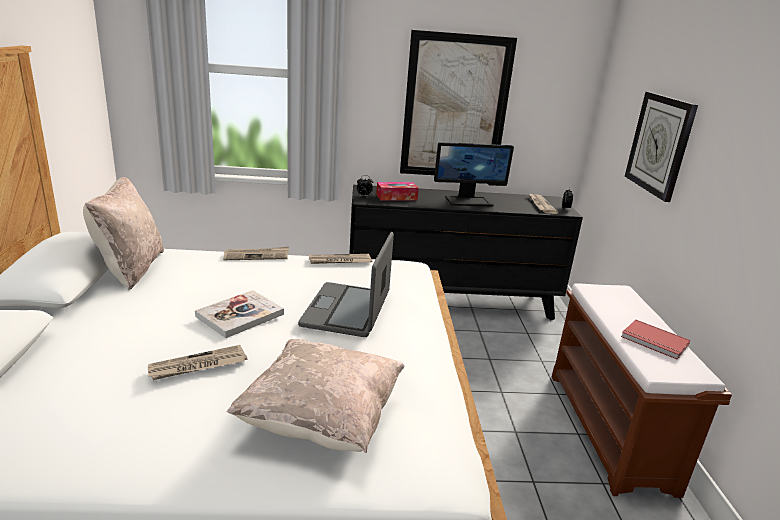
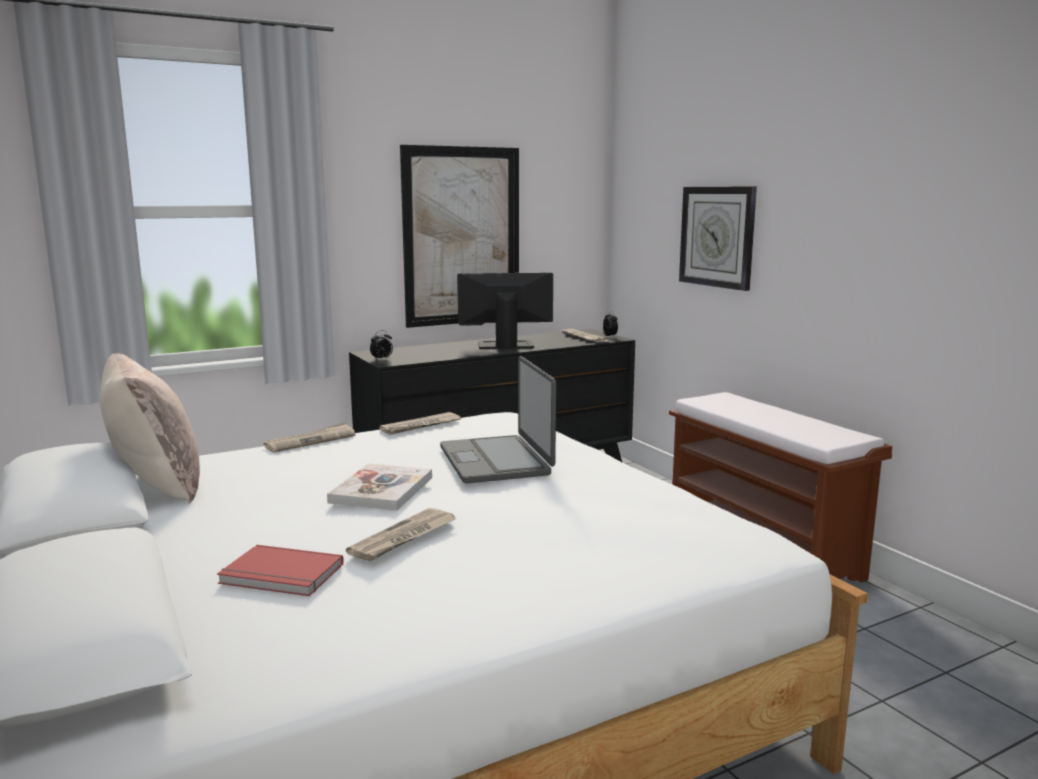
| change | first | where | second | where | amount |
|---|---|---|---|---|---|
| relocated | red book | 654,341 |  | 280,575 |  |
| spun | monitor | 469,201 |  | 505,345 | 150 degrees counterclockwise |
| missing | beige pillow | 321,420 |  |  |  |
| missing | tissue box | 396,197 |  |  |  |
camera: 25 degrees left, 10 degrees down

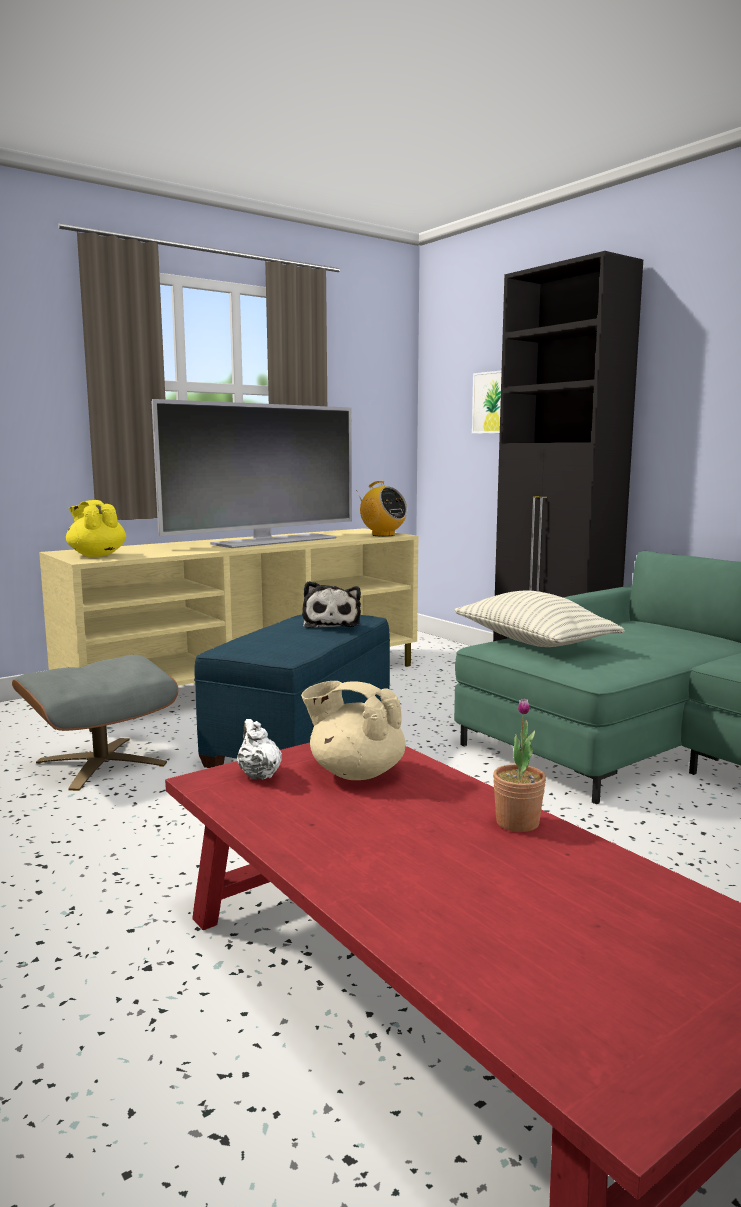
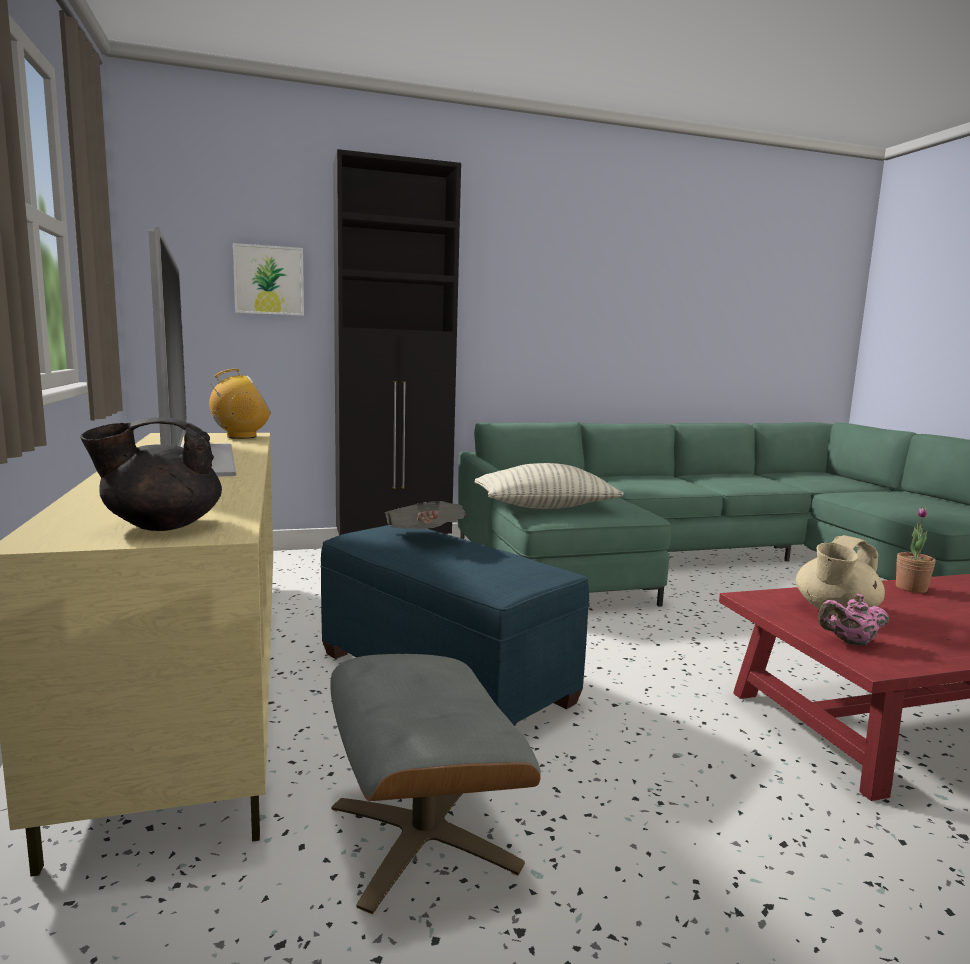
| change | first | where | second | where | amount |
|---|---|---|---|---|---|
| colour | yellow teapot | 96,555 | black teapot | 161,525 |  |
| exchanged | plush toy | 331,624 | newspaper | 425,539 |  |
| colour | white teapot | 259,774 | pink teapot | 850,642 |  |
camera: 70 degrees left, 0 degrees up

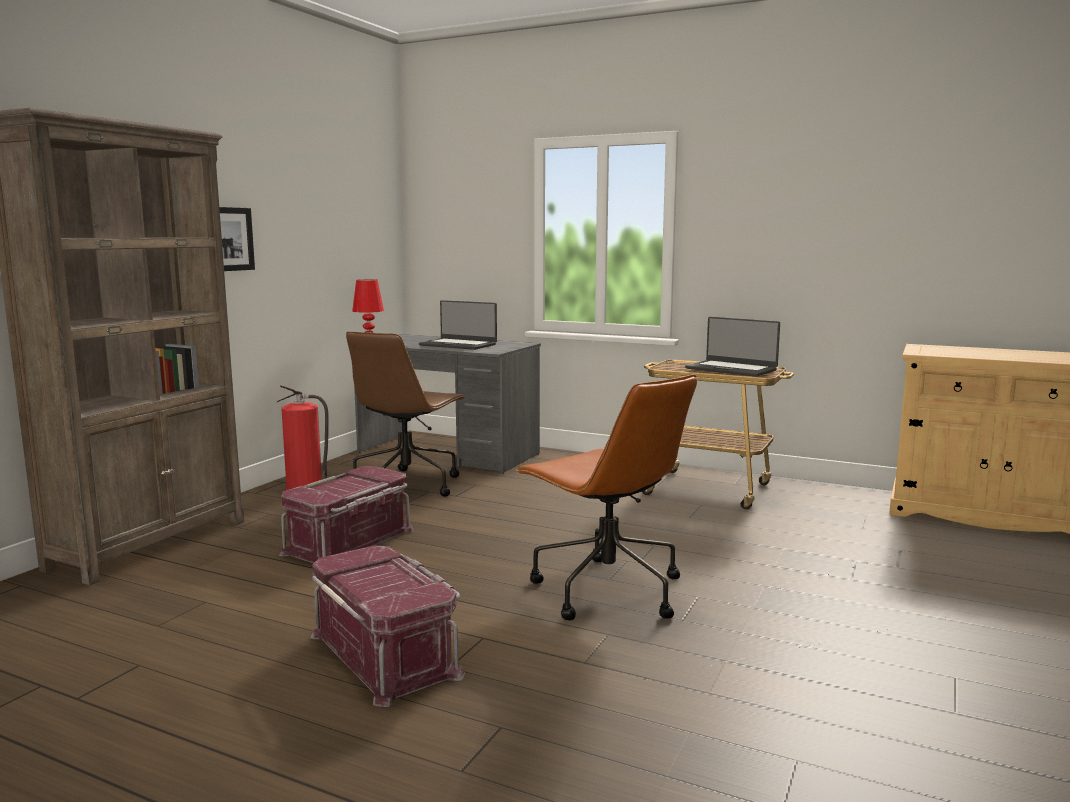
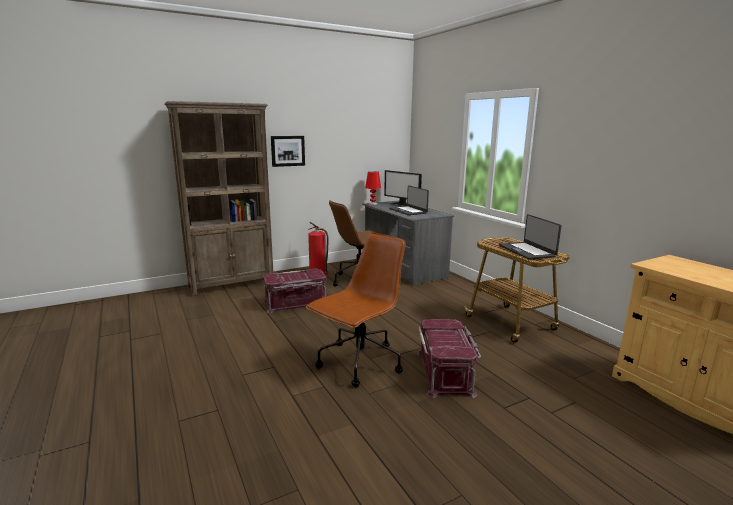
| change | first | where | second | where | amount |
|---|---|---|---|---|---|
| spun | brown office chair | 605,590 |  | 359,363 | 135 degrees counterclockwise |
| appeared |  |  | monitor | 402,204 |  |
| relocated | red storage box | 386,654 |  | 445,372 |  |
camera: 35 degrees right, 5 degrees up

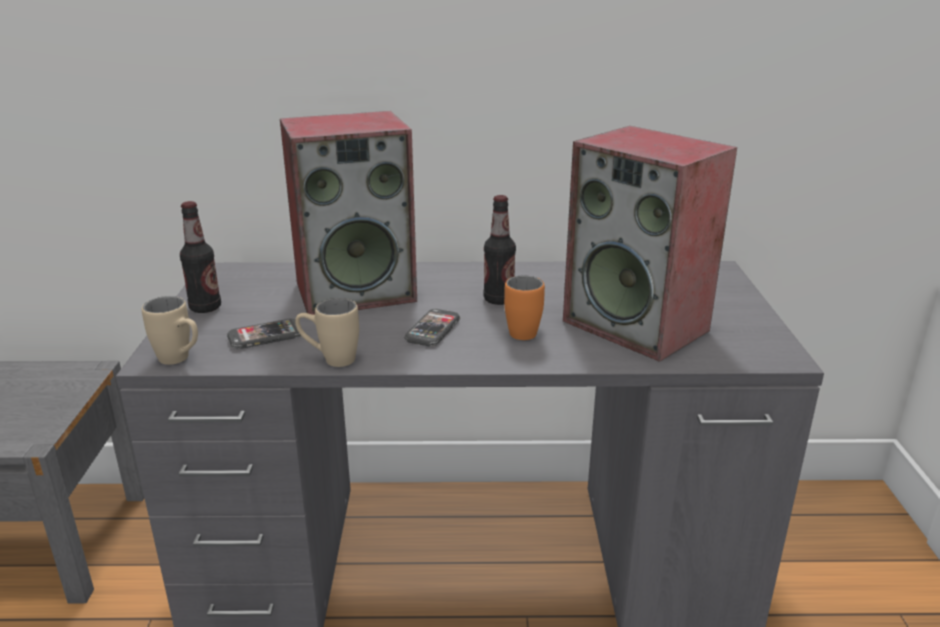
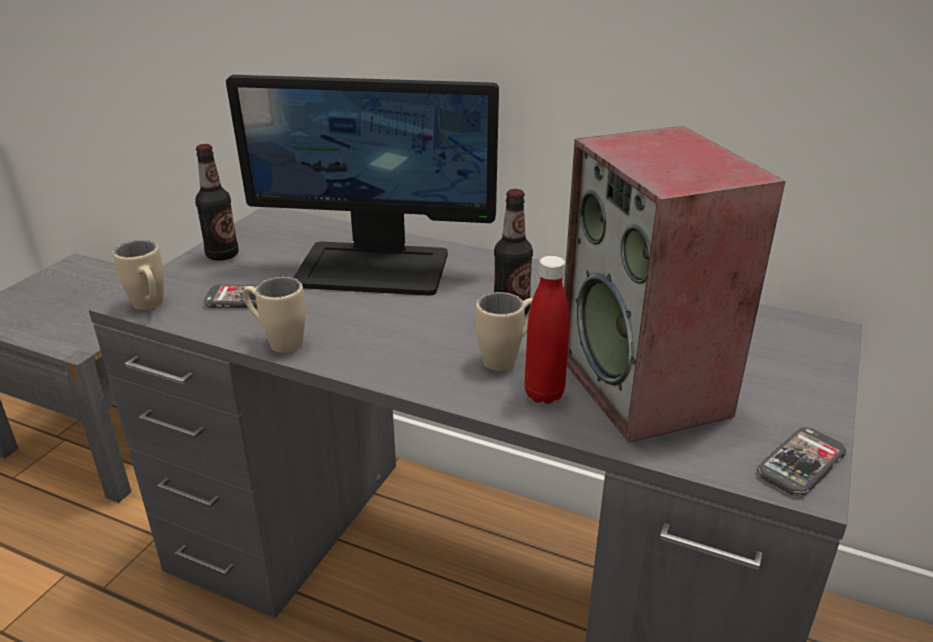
| change | first | where | second | where | amount |
|---|---|---|---|---|---|
| exchanged | speaker | 357,291 | monitor | 374,267 |  |
| colour | orange mug | 526,330 | beige mug | 507,357 |  |
| appeared |  |  | red bottle | 544,394 |  |
| relocated | phone | 433,330 |  | 801,464 |  |
camera: 25 degrees right, 5 degrees up

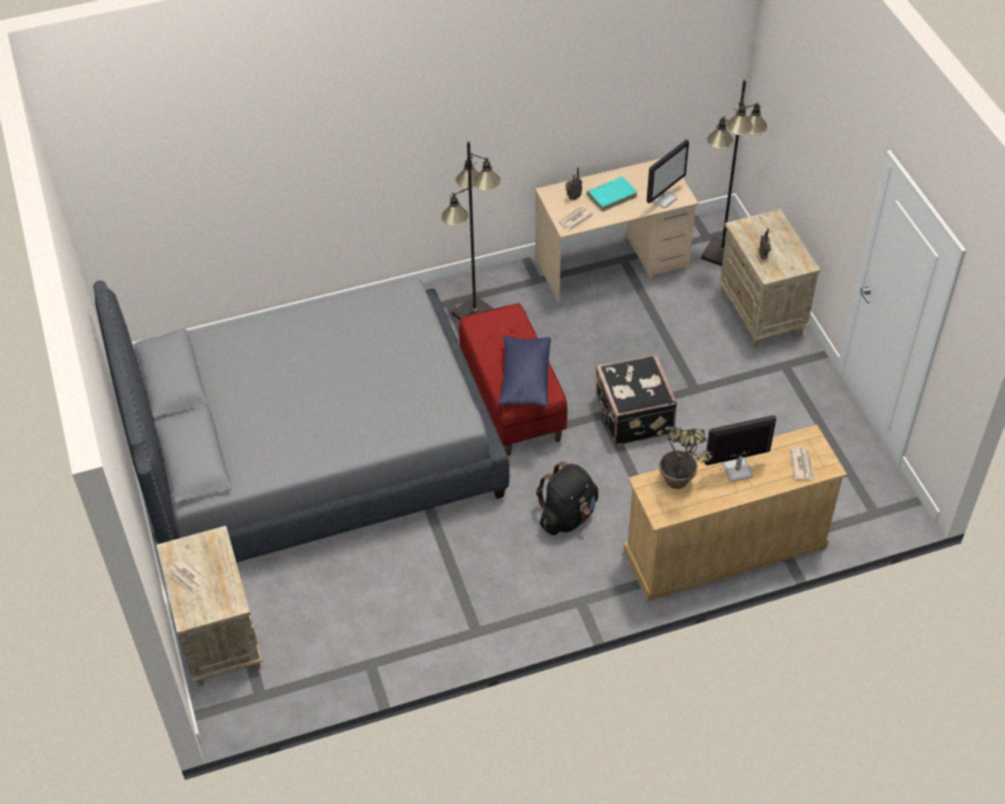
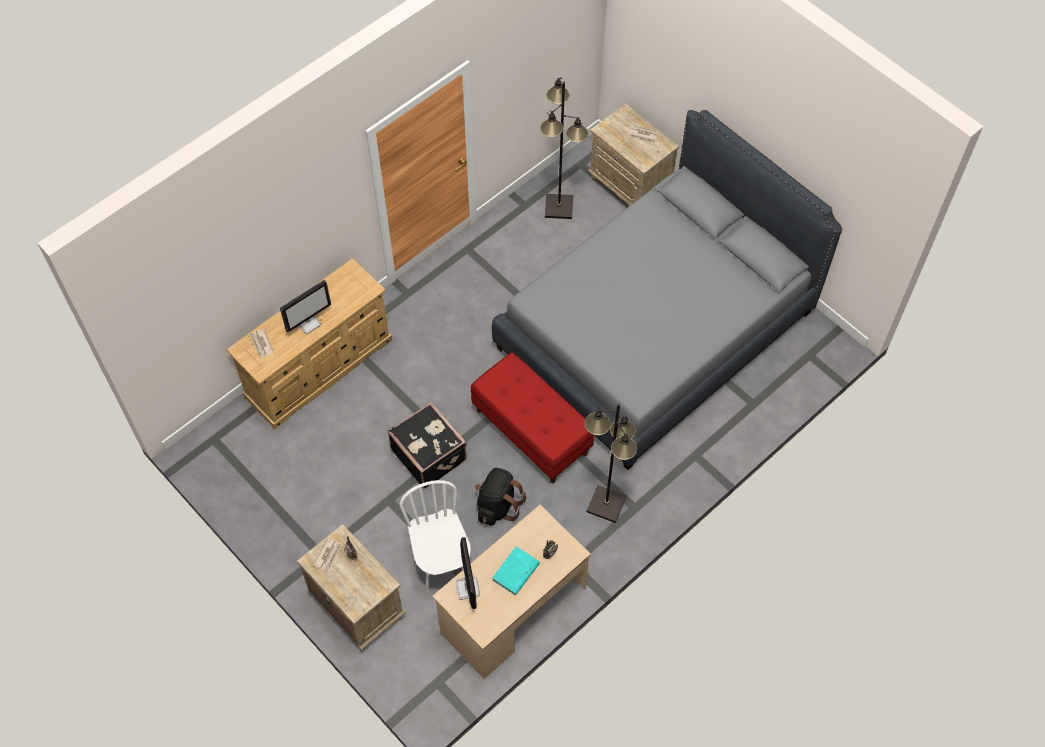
| change | first | where | second | where | amount |
|---|---|---|---|---|---|
| relocated | newspaper | 574,219 |  | 328,555 |  |
| appeared |  |  | white chair | 441,564 |  |
| spun | monitor | 663,198 |  | 467,588 | 150 degrees clockwise |
| relocated | black backpack | 567,516 |  | 497,505 |  |
| relocated | black floor lamp | 721,253 |  | 559,206 |  |
| missing | blue pillow | 525,379 |  |  |  |
| missing | potted plant | 680,486 |  |  |  |
camera: 155 degrees right, 10 degrees up

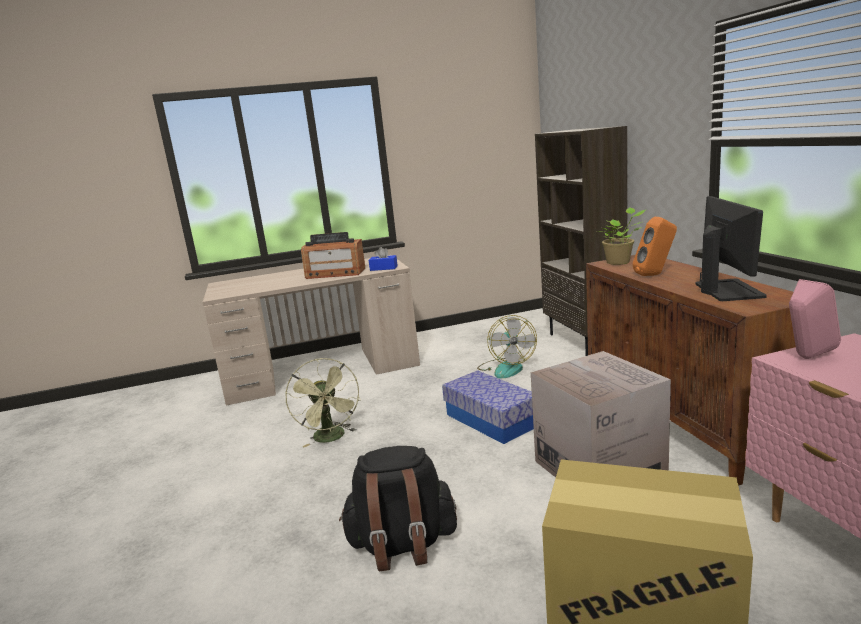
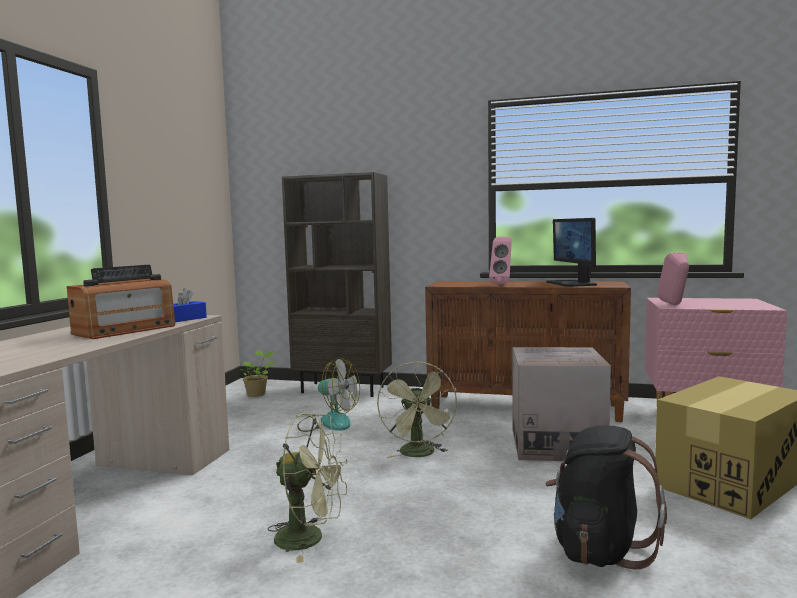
| change | first | where | second | where | amount |
|---|---|---|---|---|---|
| relocated | potted plant | 620,262 |  | 257,394 |  |
| exchanged | storage box | 491,420 | green fan | 419,454 |  |
| colour | orange speaker | 655,275 | pink speaker | 502,284 |  |
| spun | monitor | 726,290 |  | 572,283 | 135 degrees counterclockwise |
camera: 60 degrees left, 10 degrees down

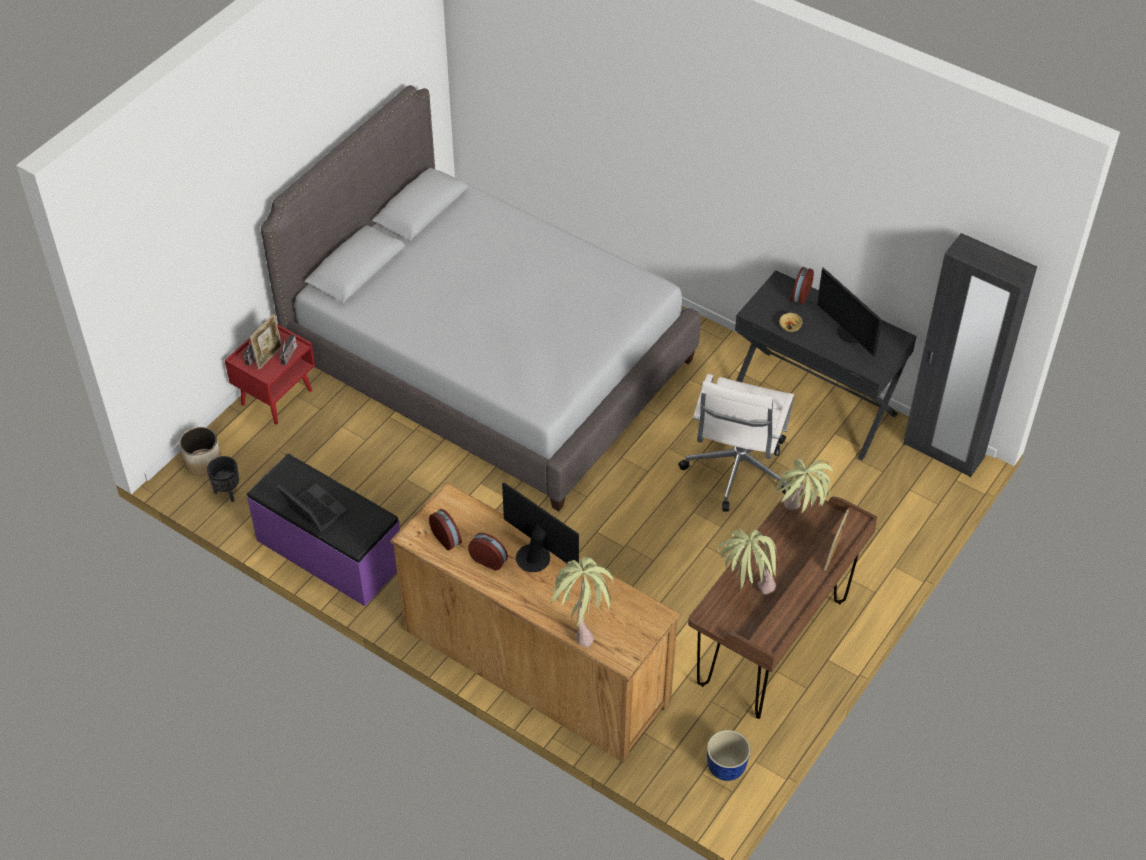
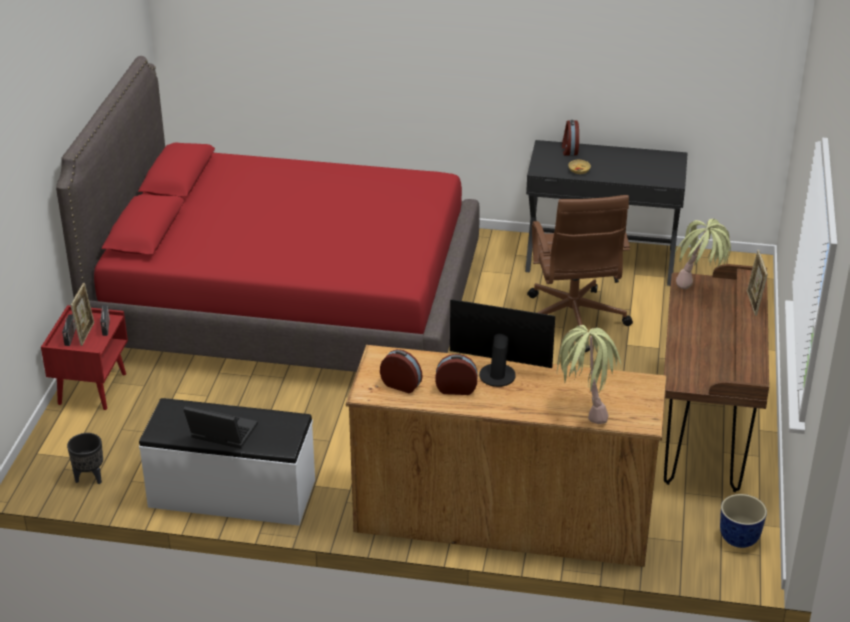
| change | first | where | second | where | amount |
|---|---|---|---|---|---|
| colour | grey bed | 490,360 | red bed | 288,305 |  |
| colour | purple bench | 329,553 | white bench | 232,494 |  |
| colour | white office chair | 737,470 | brown office chair | 572,321 |  |
| missing | planter | 203,462 |  |  |  |
| missing | potted plant | 746,591 |  |  |  |
| missing | monitor | 849,333 |  |  |  |
| missing | black wardrobe | 943,451 |  |  |  |
camera: 25 degrees left, 15 degrees down

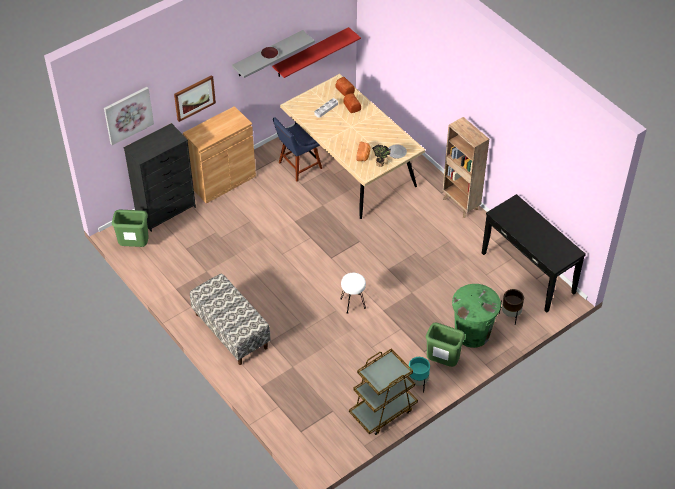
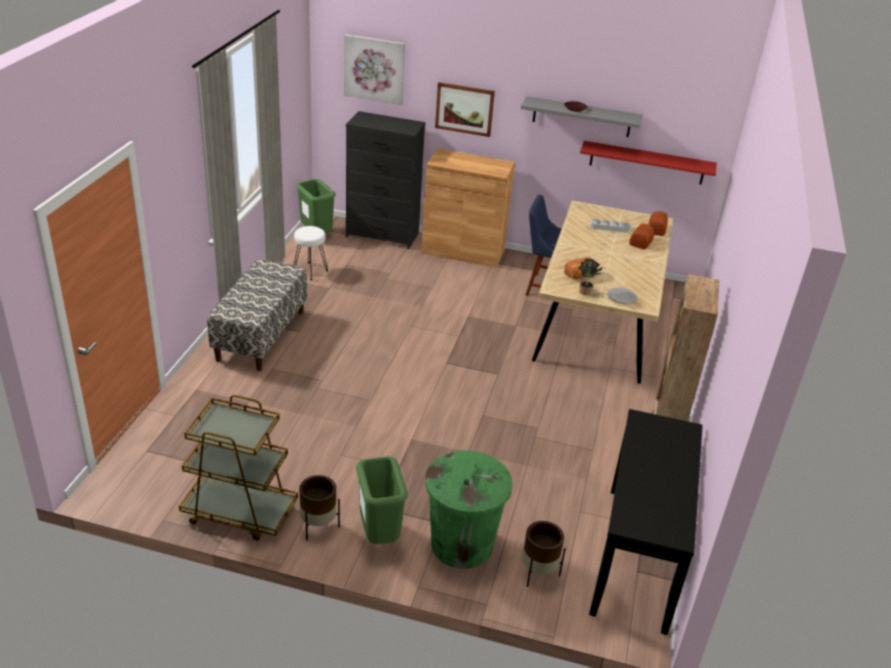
| change | first | where | second | where | amount |
|---|---|---|---|---|---|
| relocated | white stool | 353,303 |  | 310,271 |  |
| colour | turquoise planter | 417,383 | brown planter | 318,526 |  |
camera: 50 degrees right, 15 degrees down

